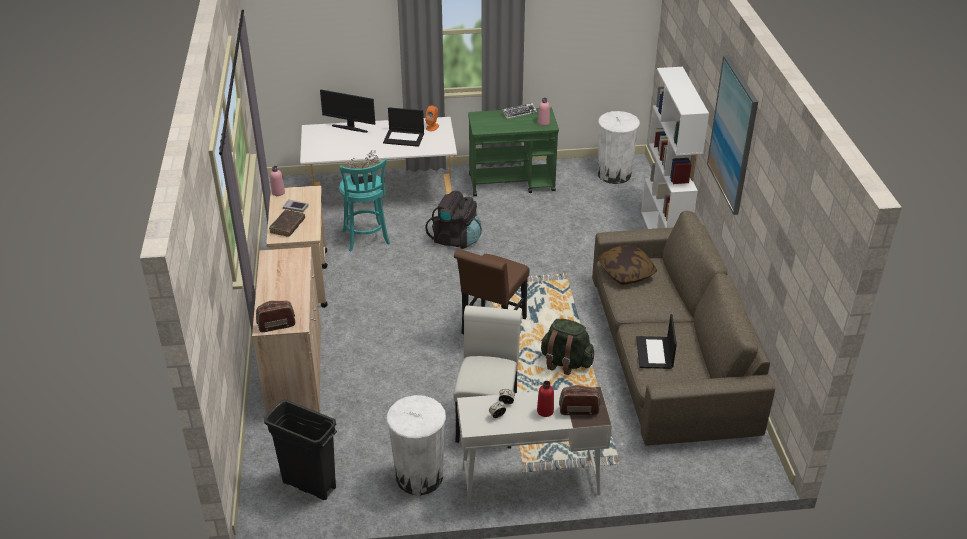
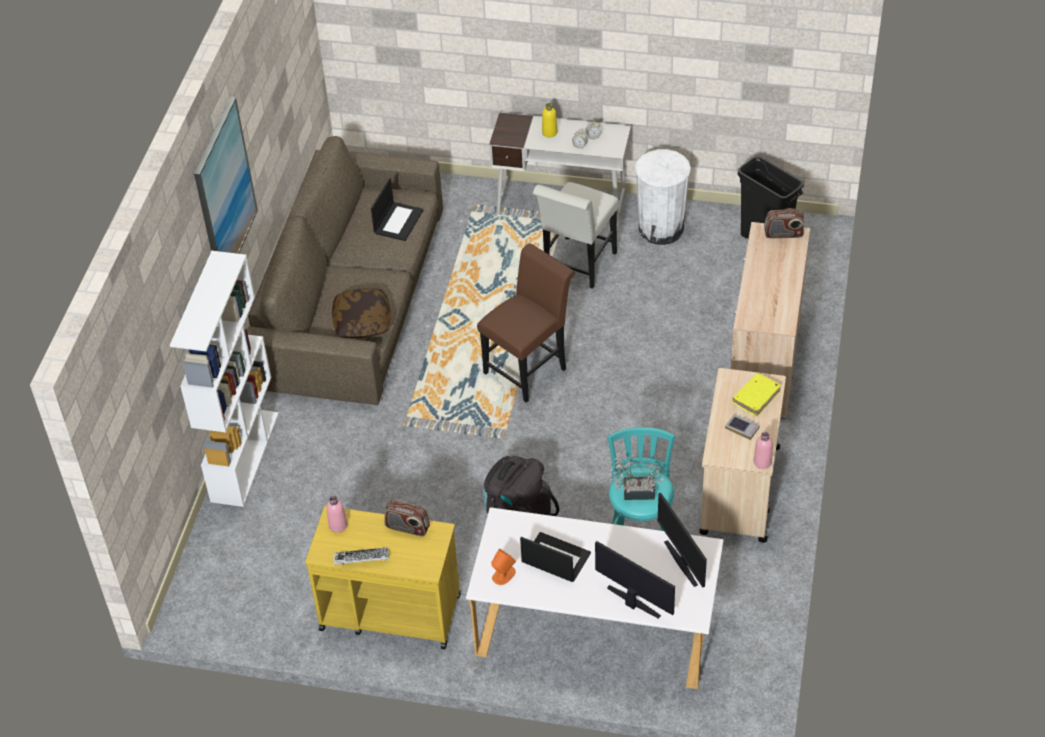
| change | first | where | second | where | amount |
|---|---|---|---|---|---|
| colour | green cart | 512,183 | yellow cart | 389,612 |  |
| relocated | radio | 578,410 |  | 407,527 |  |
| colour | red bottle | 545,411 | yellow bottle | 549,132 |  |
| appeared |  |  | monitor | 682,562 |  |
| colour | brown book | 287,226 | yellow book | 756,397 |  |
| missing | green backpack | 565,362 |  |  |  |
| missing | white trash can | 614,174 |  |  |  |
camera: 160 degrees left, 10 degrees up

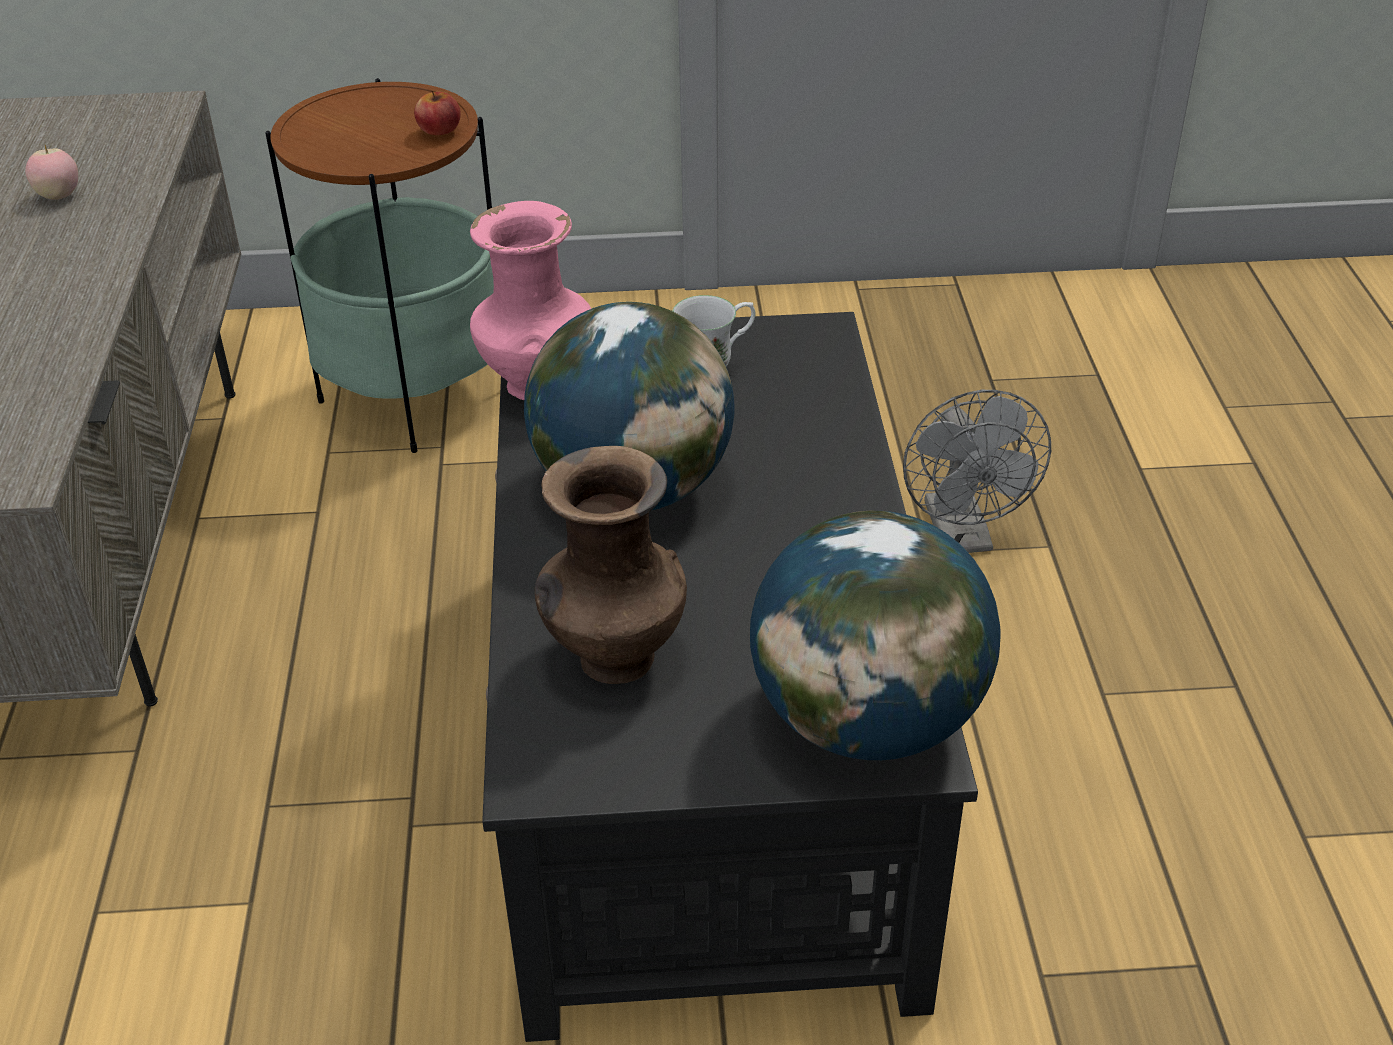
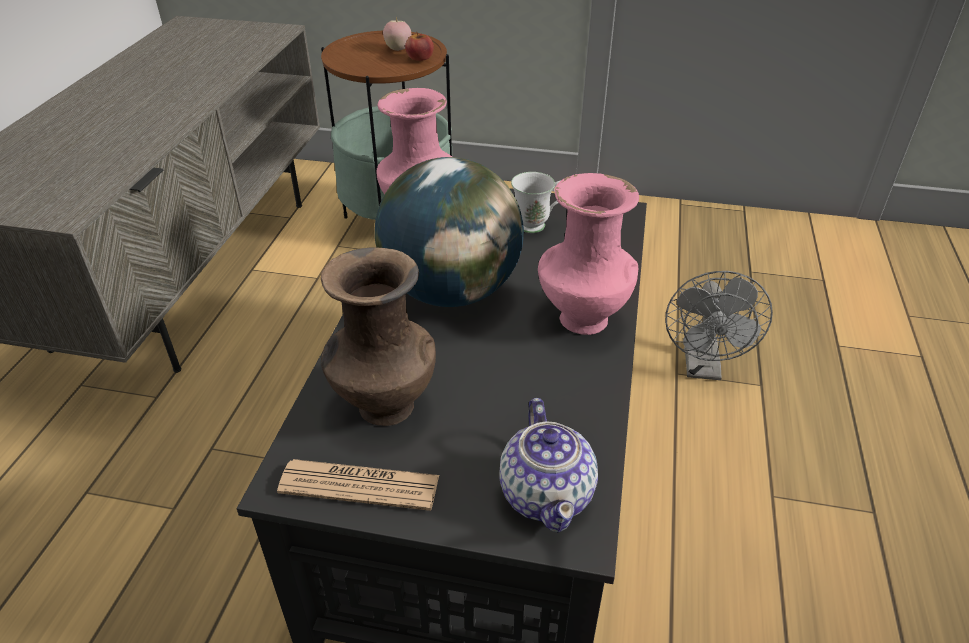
| change | first | where | second | where | amount |
|---|---|---|---|---|---|
| appeared |  |  | newspaper | 359,485 |  |
| relocated | apple | 59,196 |  | 398,49 |  |
| exchanged | globe | 866,718 | teapot | 547,493 |  |
| appeared |  |  | pink vase | 581,319 |  |
camera: 15 degrees right, 0 degrees up

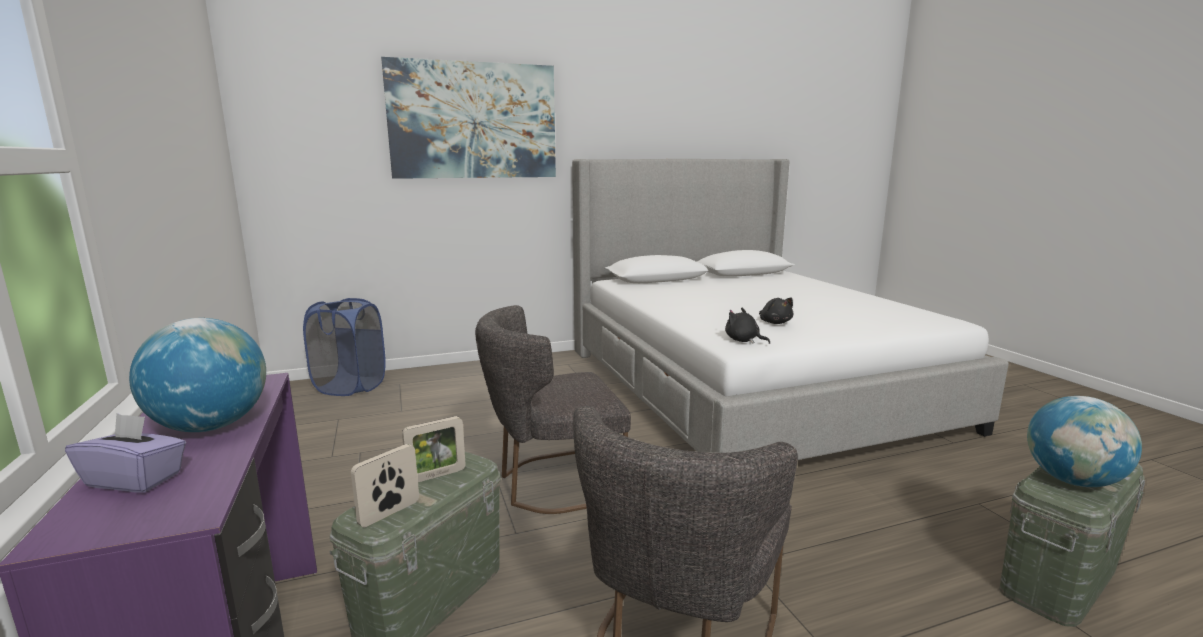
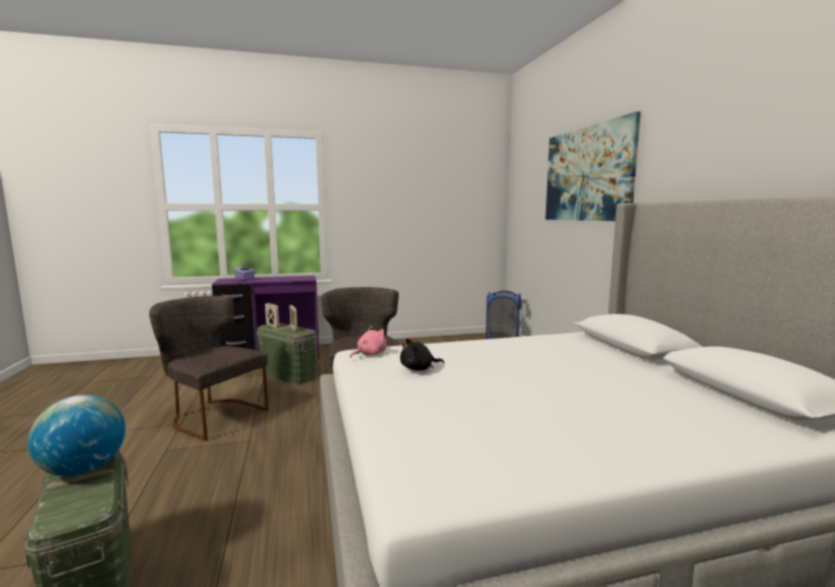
| change | first | where | second | where | amount |
|---|---|---|---|---|---|
| colour | black plush toy | 743,340 | pink plush toy | 370,354 |  |
| missing | globe | 210,426 |  |  |  |
camera: 95 degrees right, 5 degrees down

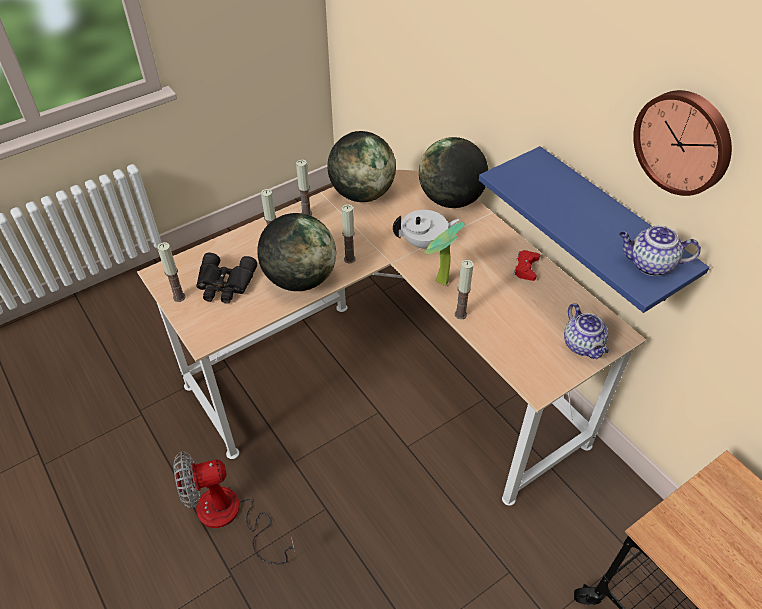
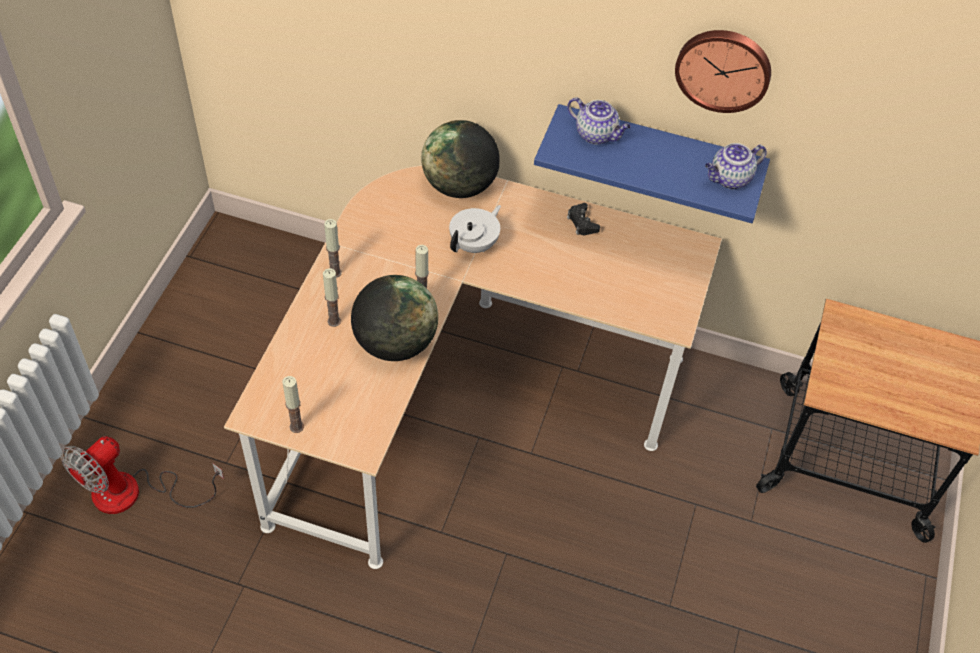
| change | first | where | second | where | amount |
|---|---|---|---|---|---|
| relocated | fan | 230,517 |  | 134,493 |  |
| relocated | teapot | 583,345 |  | 597,135 |  |
| colour | red game controller | 526,268 | black game controller | 582,223 |  |
| missing | black binoculars | 225,284 |  |  |  |
| missing | globe | 362,194 |  |  |  |
| missing | potted plant | 439,283 |  |  |  |
| missing | candle | 460,314 |  |  |  |
camera: 40 degrees left, 5 degrees up

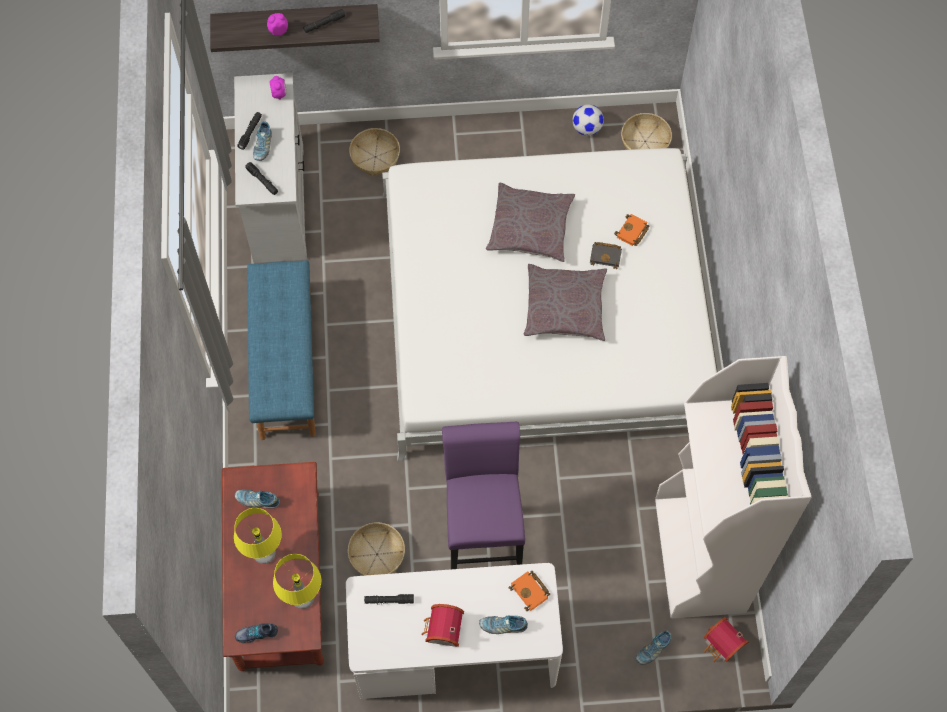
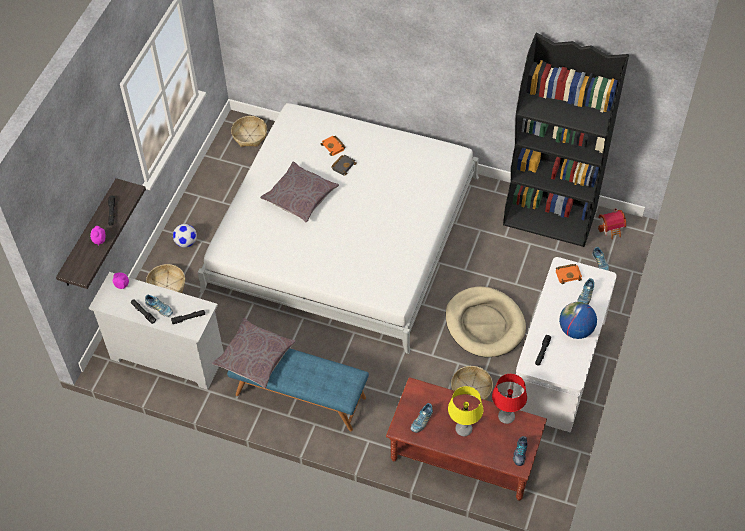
| change | first | where | second | where | amount |
|---|---|---|---|---|---|
| relocated | football | 587,128 |  | 186,242 |  |
| relocated | grey pillow | 565,307 |  | 255,357 |  |
| exchanged | purple stool | 483,534 | beige dog bed | 484,324 |  |
| colour | yellow table lamp | 303,598 | red table lamp | 506,417 |  |
| colour | white bookcase | 700,556 | black bookcase | 550,217 |  |
| exchanged | toy house | 442,631 | globe | 575,330 |  |
camera: 65 degrees left, 10 degrees down

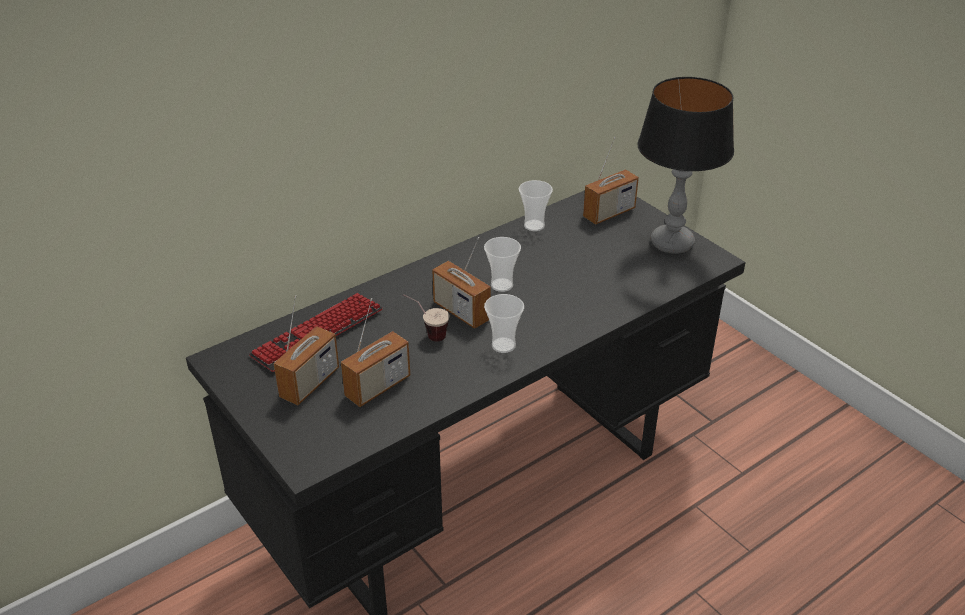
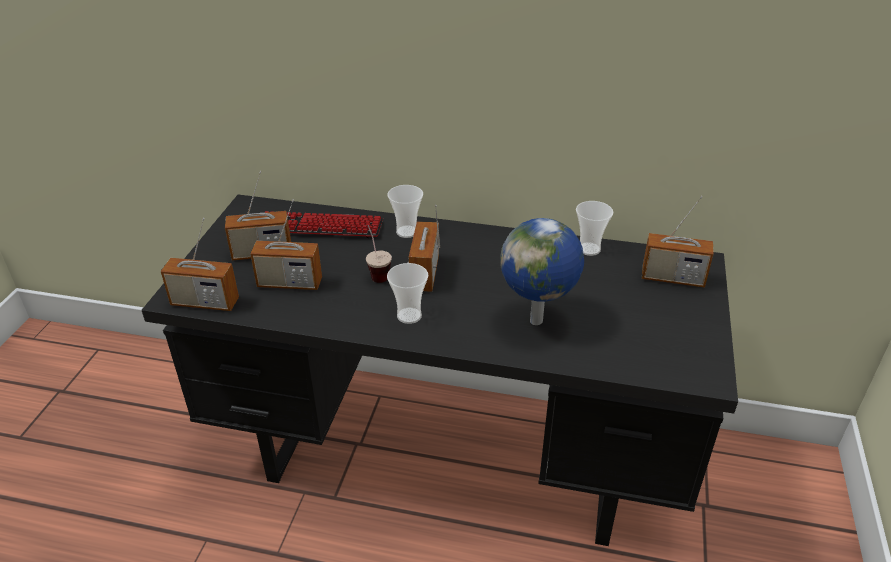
| change | first | where | second | where | amount |
|---|---|---|---|---|---|
| appeared |  |  | radio | 205,302 |  |
| relocated | cup | 502,285 |  | 407,232 |  |
| appeared |  |  | globe | 538,321 |  |
| missing | table lamp | 672,243 |  |  |  |
camera: 50 degrees right, 0 degrees up

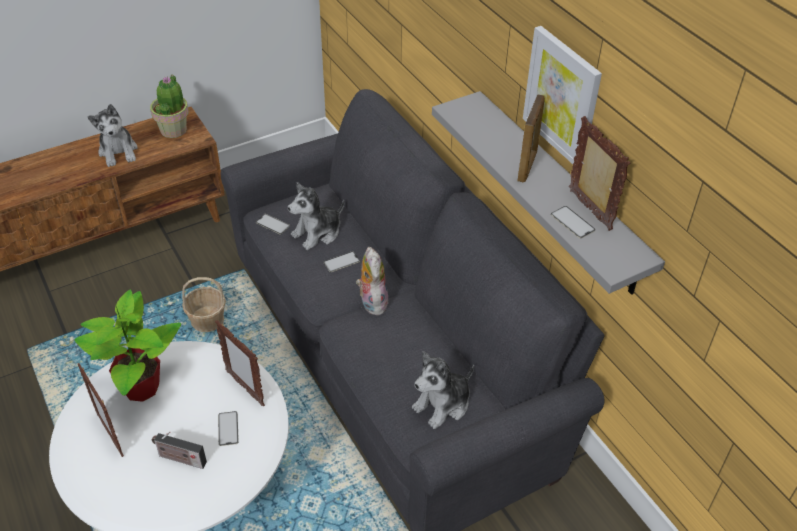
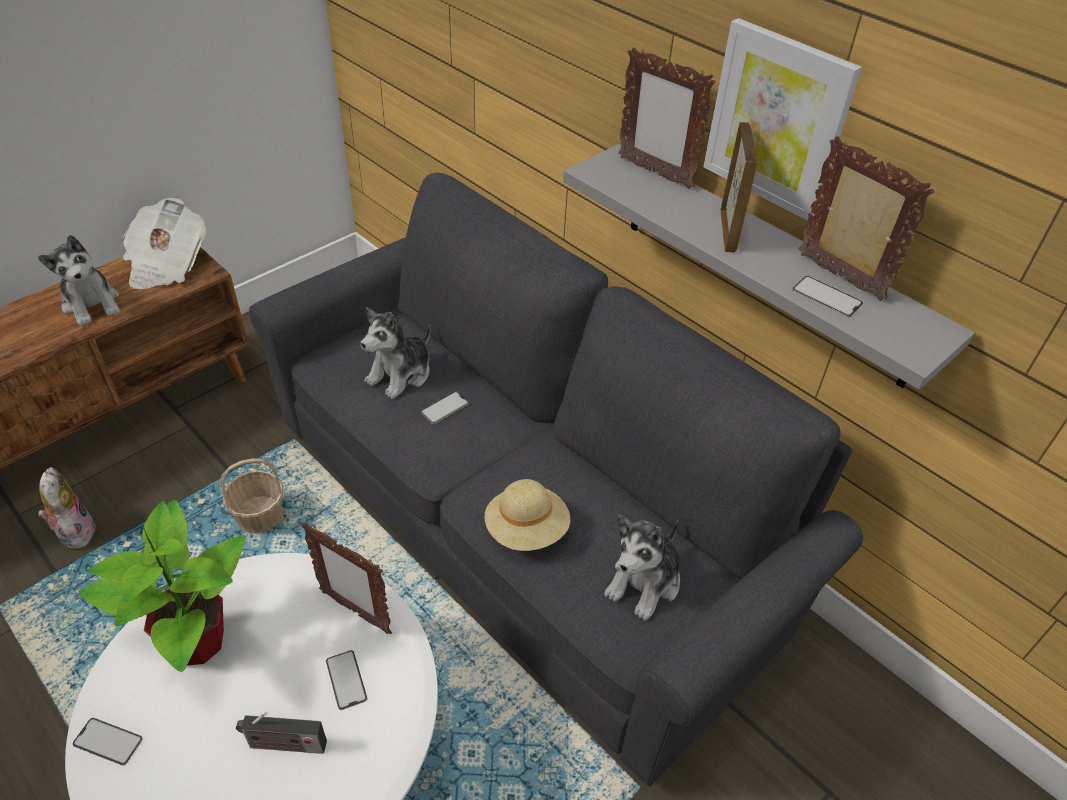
| change | first | where | second | where | amount |
|---|---|---|---|---|---|
| relocated | plush toy | 371,301 |  | 74,531 |  |
| relocated | phone | 272,224 |  | 108,741 |  |
| exchanged | potted plant | 174,129 | newspaper | 167,264 |  |
| appeared |  |  | beige hat | 527,530 |  |
| relocated | picture frame | 110,434 |  | 654,172 |  |
camera: 15 degrees left, 0 degrees up

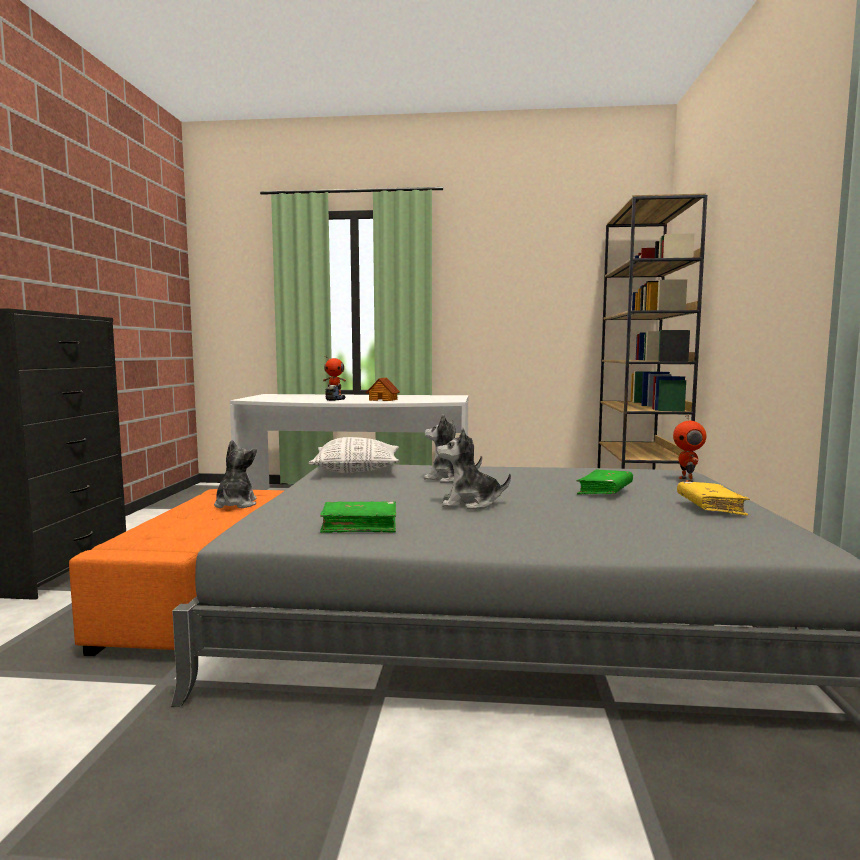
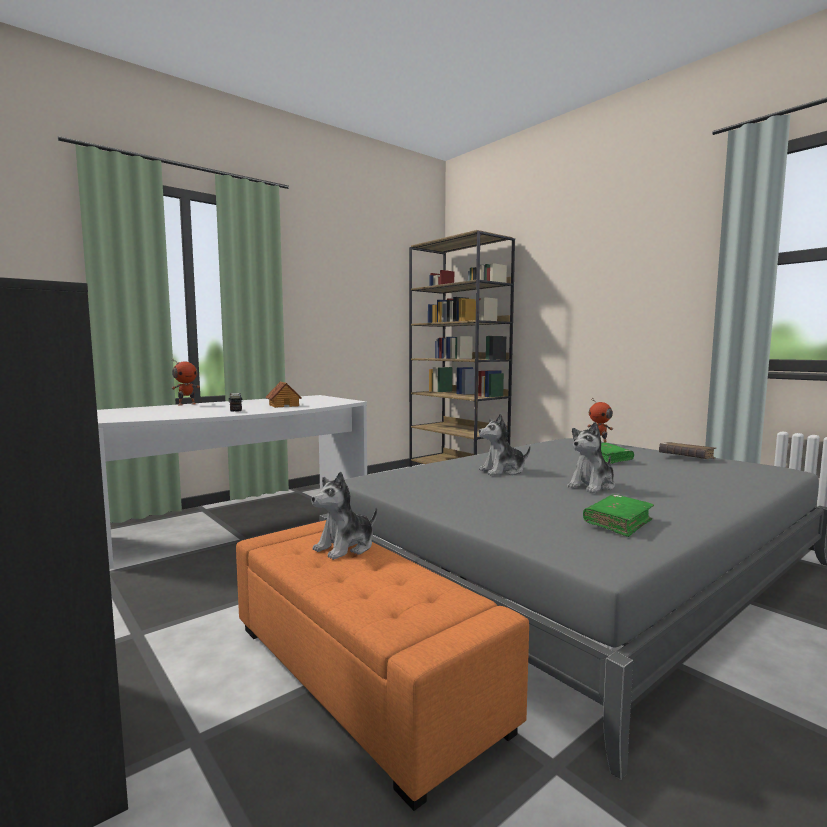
| change | first | where | second | where | amount |
|---|---|---|---|---|---|
| spun | plush toy | 235,504 |  | 346,547 | 90 degrees counterclockwise |
| colour | yellow book | 710,507 | brown book | 686,457 |  |
| missing | pillow | 356,470 |  |  |  |
camera: 45 degrees left, 0 degrees up

